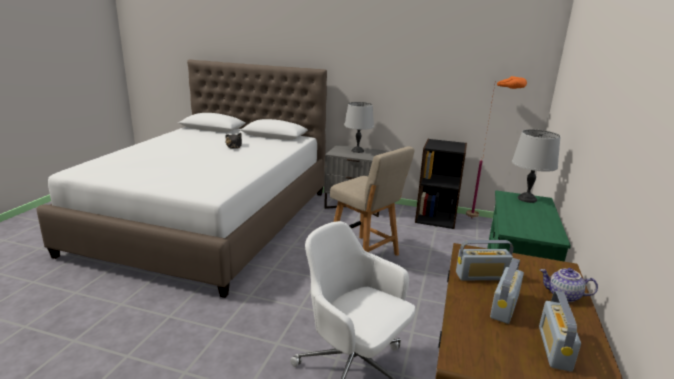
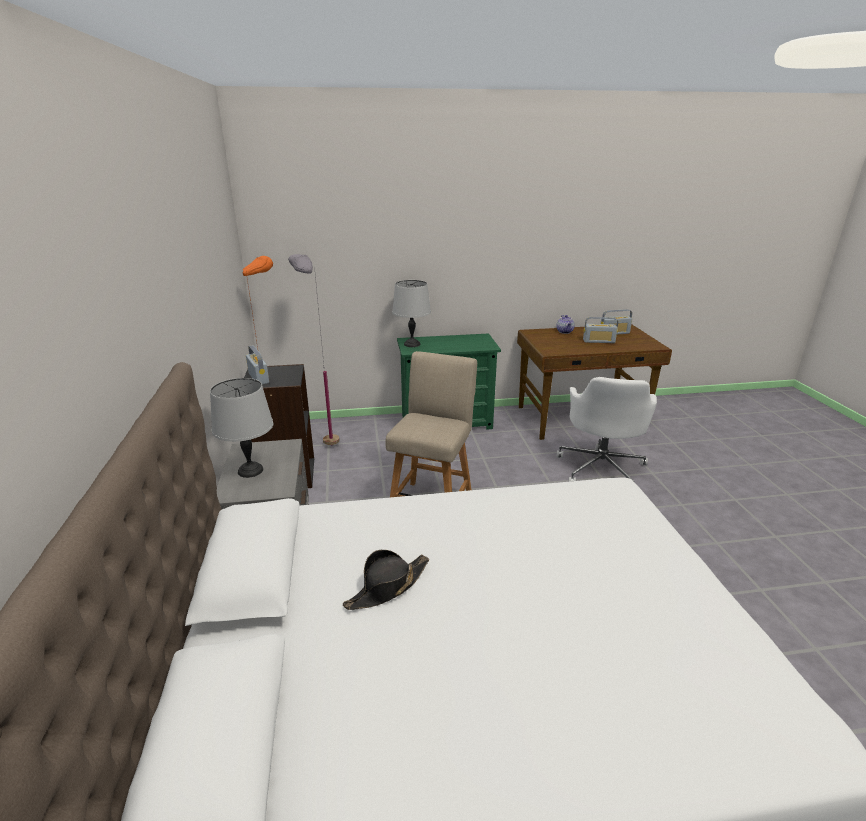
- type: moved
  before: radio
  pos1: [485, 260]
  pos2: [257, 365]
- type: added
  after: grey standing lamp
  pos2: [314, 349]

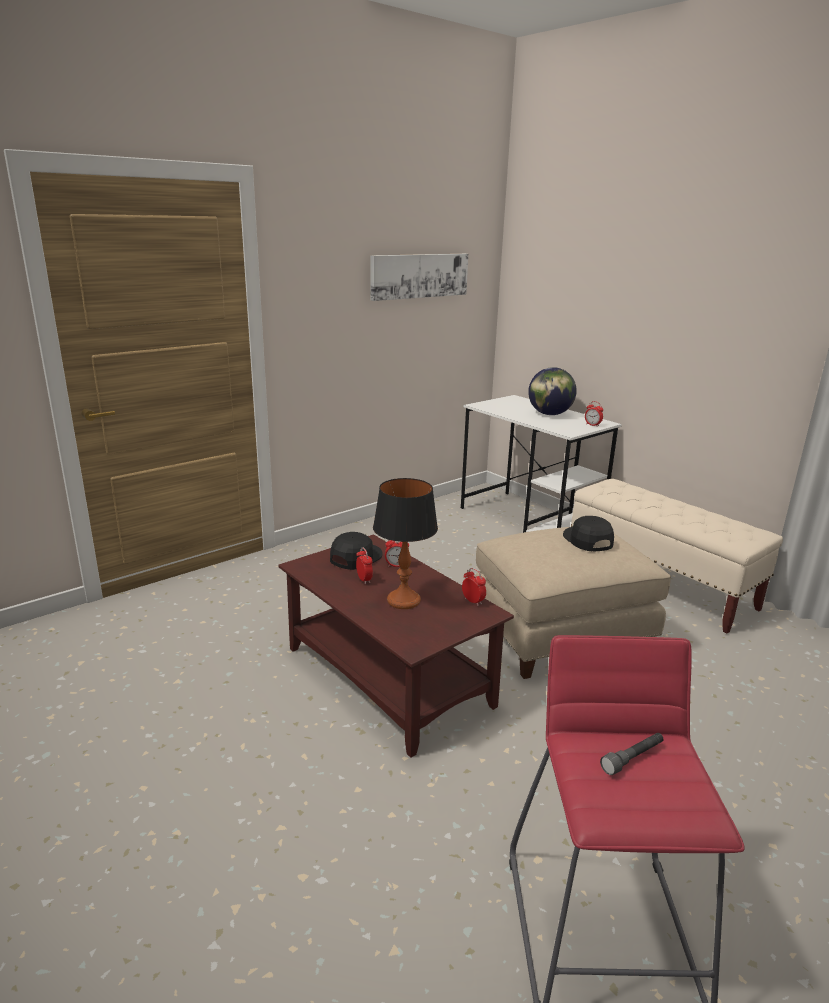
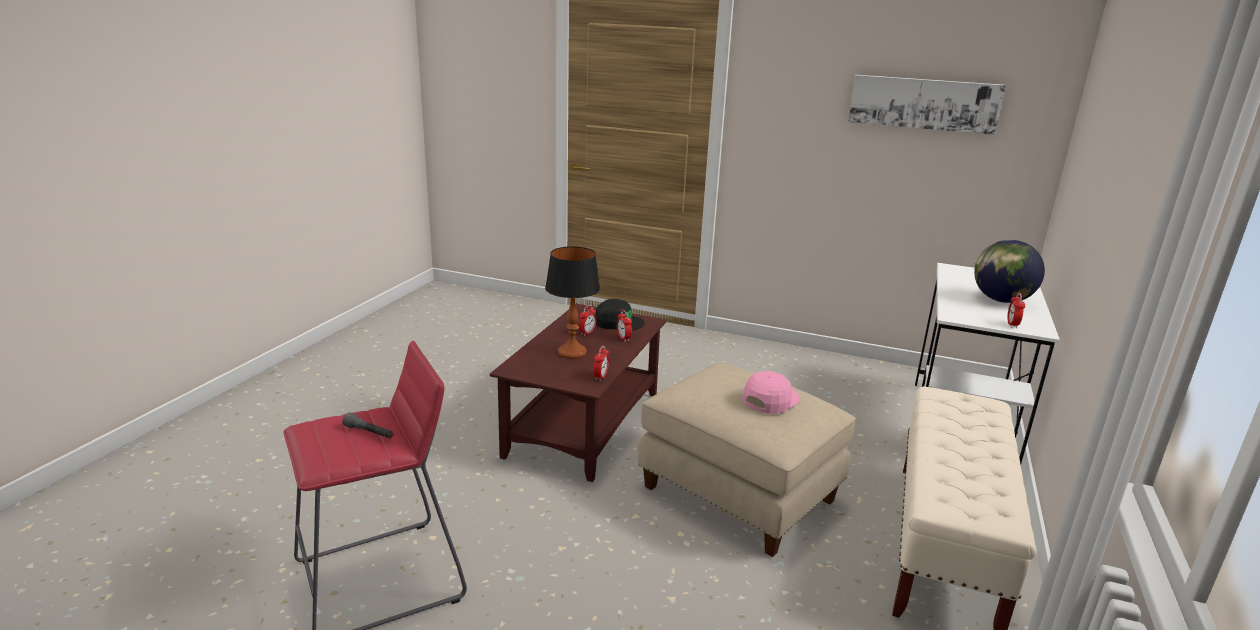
- type: recoloured
  before: black peaked cap
  after: pinkish peaked cap
  pos1: [588, 533]
  pos2: [770, 392]

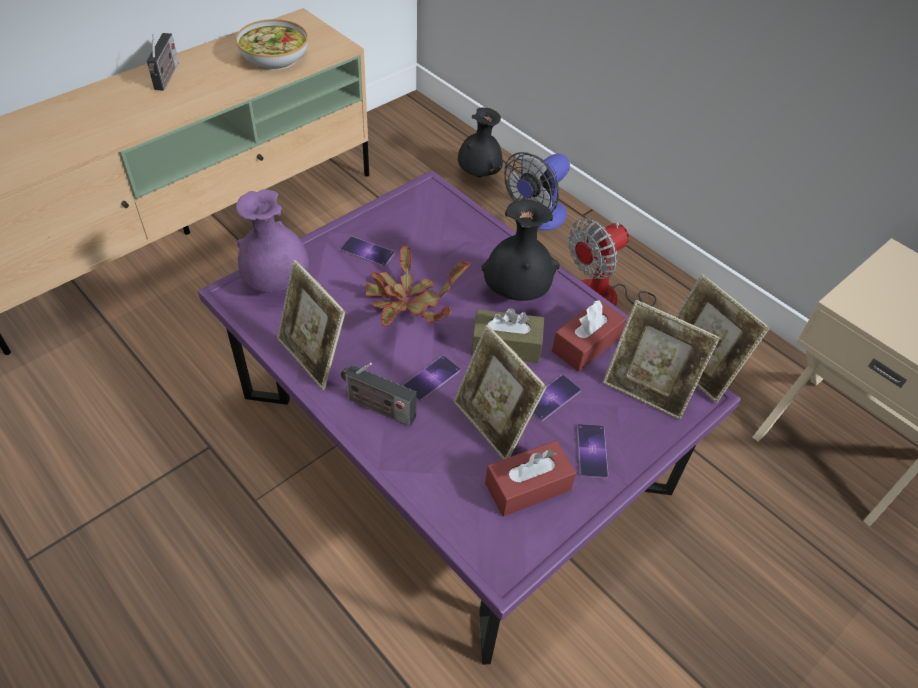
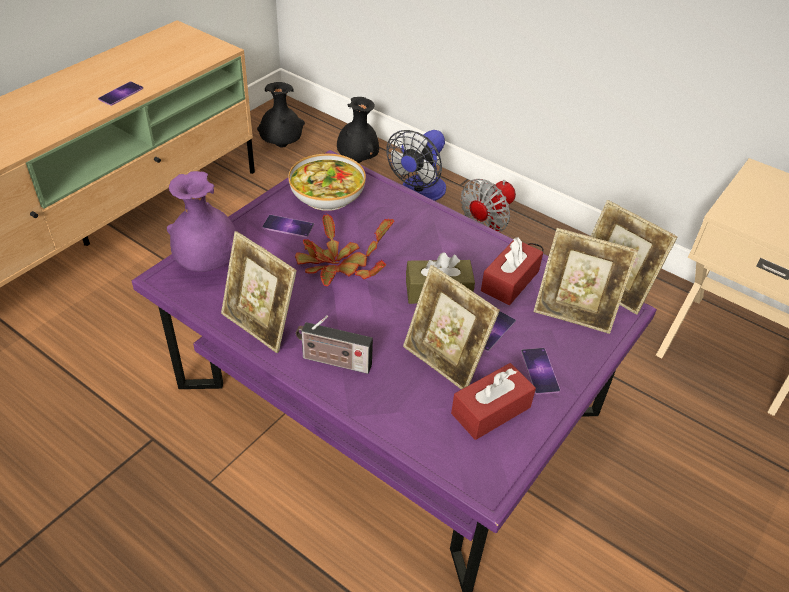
- type: removed
  before: radio
  pos1: [163, 62]
- type: moved
  before: deep dish
  pos1: [272, 44]
  pos2: [327, 182]
- type: moved
  before: handset
  pos1: [431, 378]
  pos2: [120, 93]
- type: moved
  before: black decorative vase
  pos1: [521, 250]
  pos2: [281, 115]

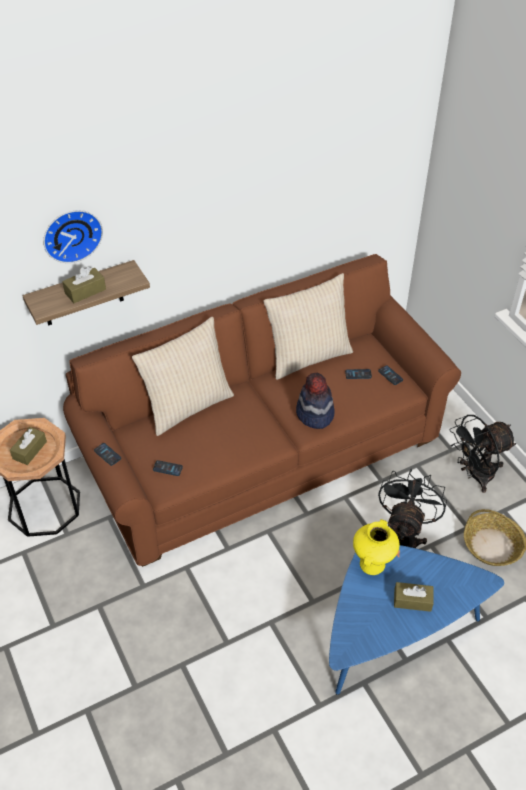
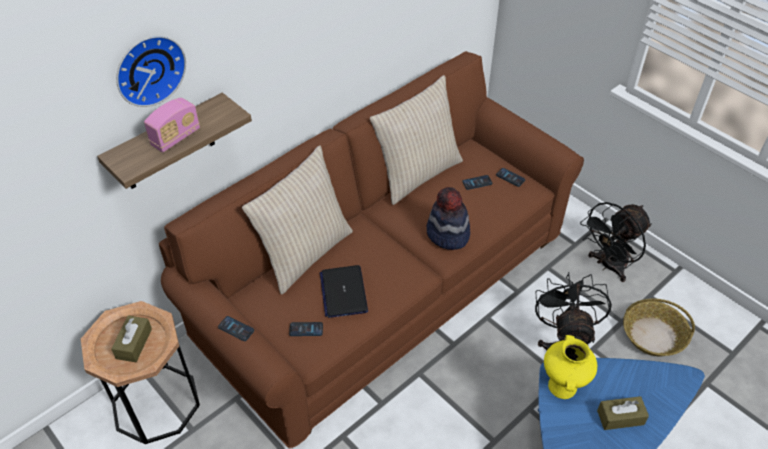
- type: replaced
  before: brown-coloured tissue box
  after: radio
  pos1: [84, 285]
  pos2: [172, 125]
- type: added
  after: portable computer
  pos2: [344, 291]

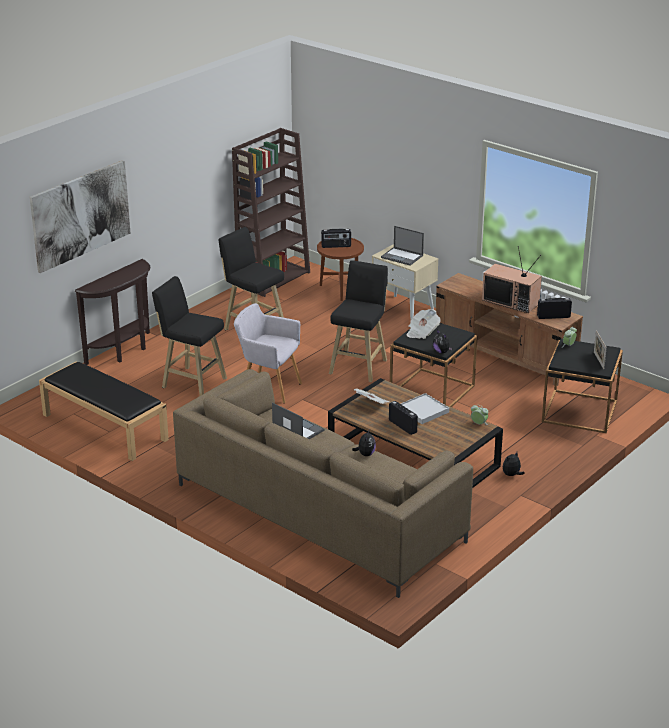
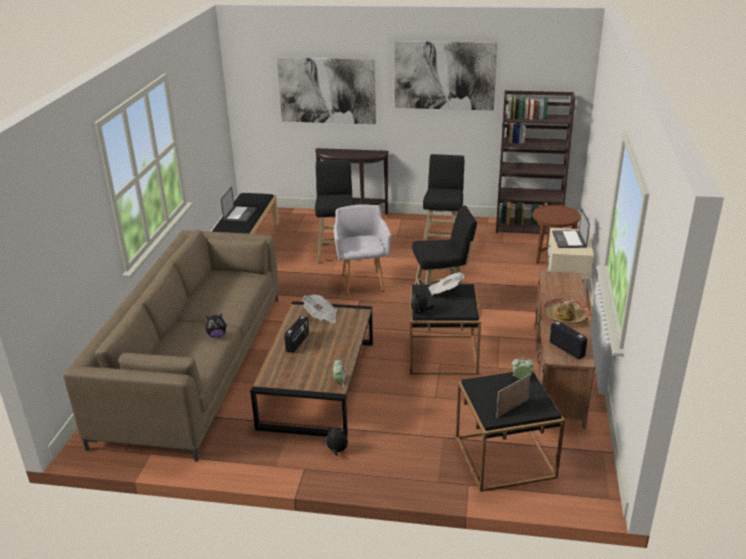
- type: moved
  before: portable computer
  pos1: [298, 420]
  pos2: [239, 204]
- type: removed
  before: radio
  pos1: [336, 238]
- type: removed
  before: whitish tray
  pos1: [425, 408]
- type: replaced
  before: television
  after: clothing hat
  pos1: [512, 279]
  pos2: [566, 311]
- type: added
  after: wall art
  pos2: [446, 76]

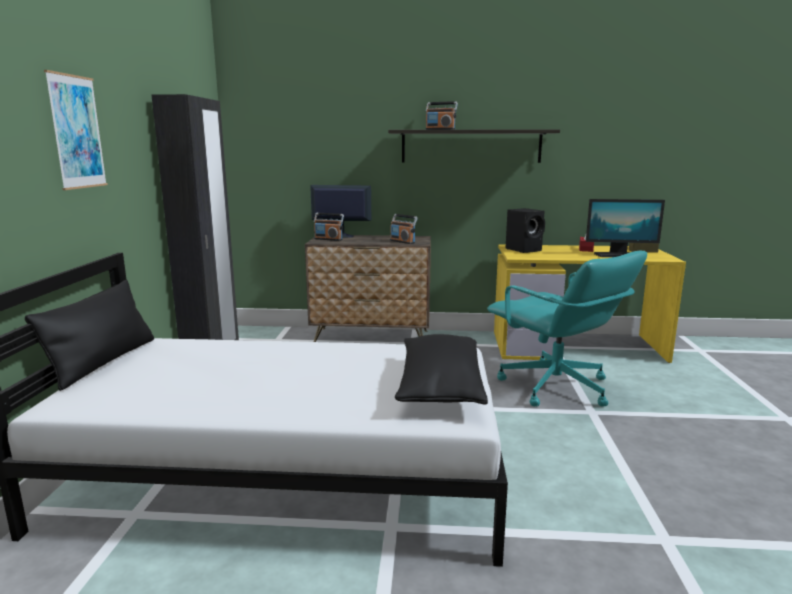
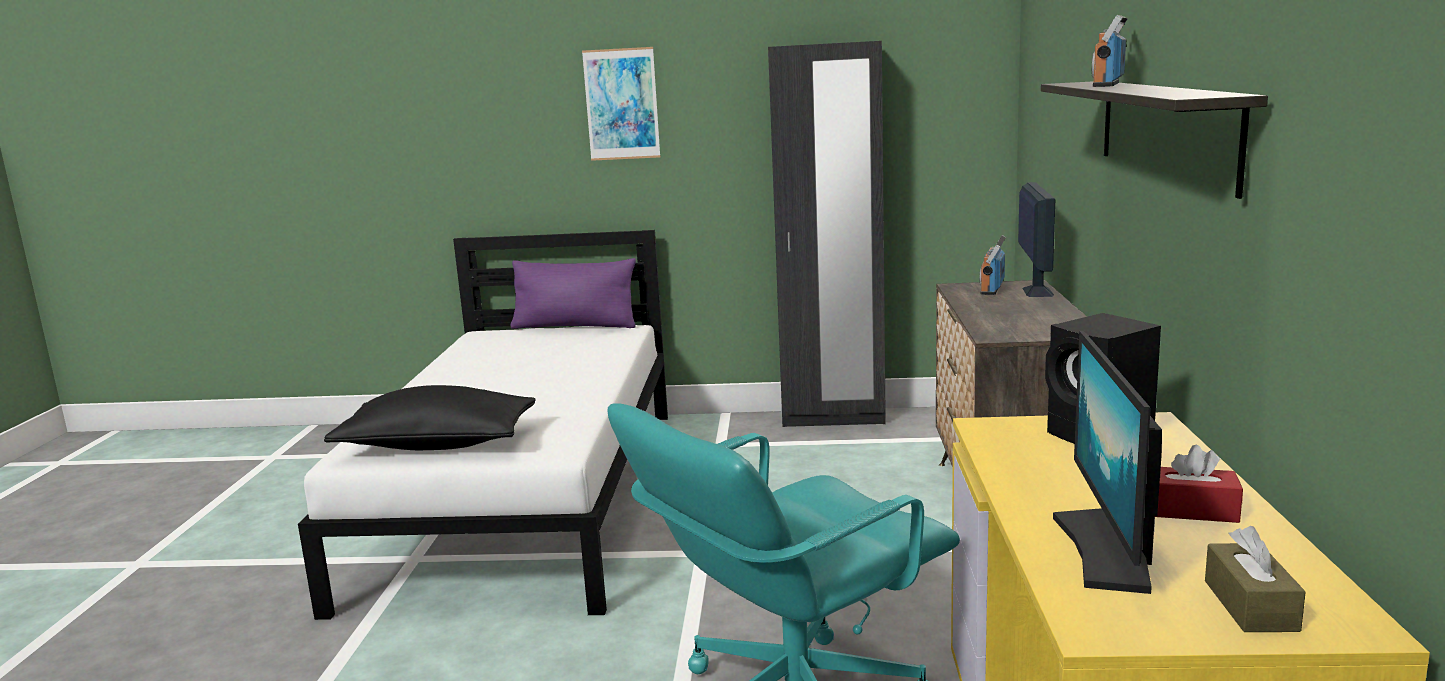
- type: recoloured
  before: black pillow
  after: purple pillow
  pos1: [89, 335]
  pos2: [573, 293]
- type: removed
  before: radio
  pos1: [404, 229]

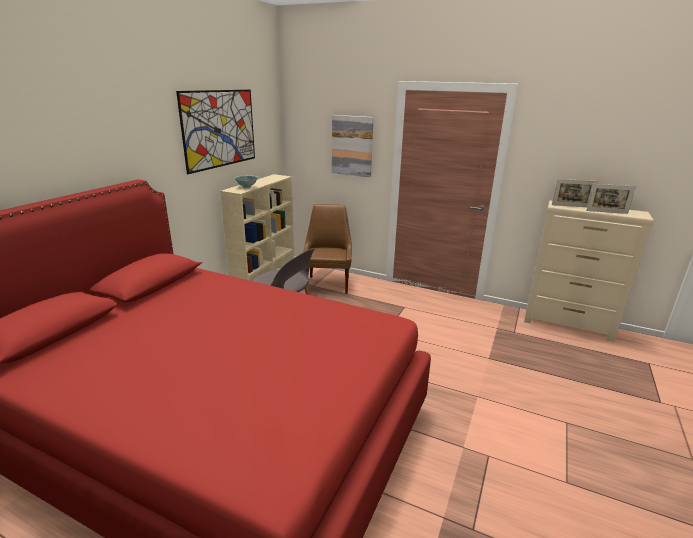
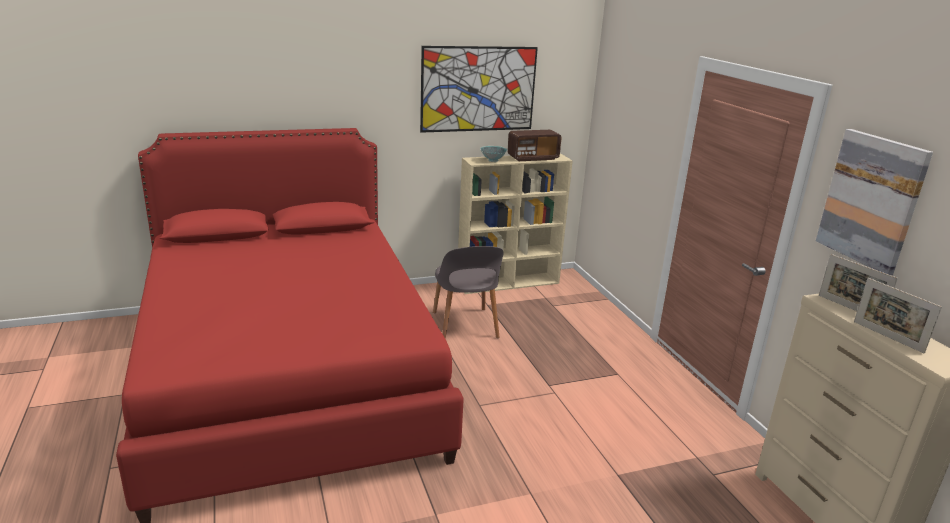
- type: removed
  before: brown-coloured plain chair
  pos1: [327, 249]
- type: moved
  before: wall art
  pos1: [353, 146]
  pos2: [874, 202]
- type: added
  after: radio
  pos2: [534, 145]

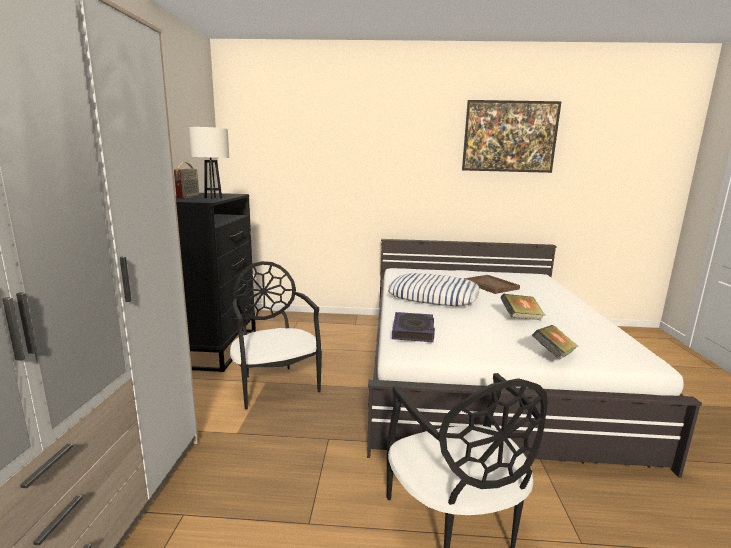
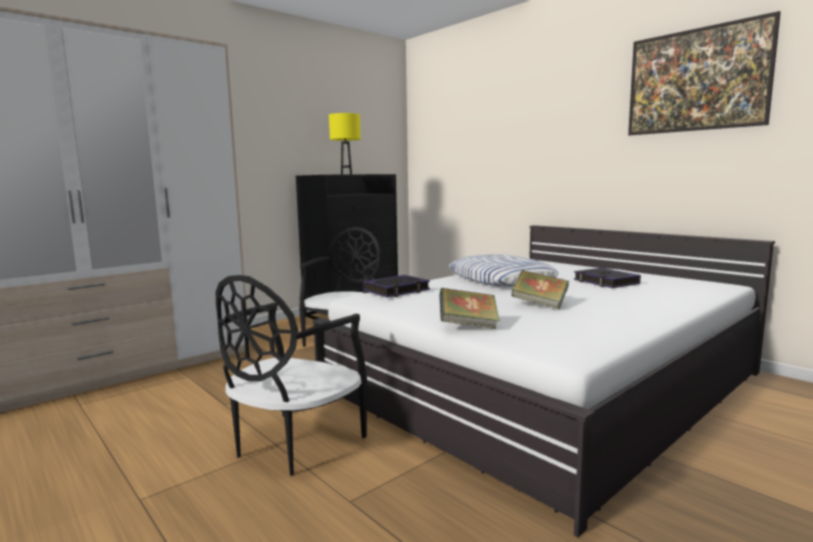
- type: removed
  before: radio
  pos1: [186, 180]
- type: recoloured
  before: whitish tabletop lamp
  after: yellow-coloured tabletop lamp
  pos1: [209, 163]
  pos2: [345, 144]
- type: replaced
  before: brown-coloured tray
  after: book
  pos1: [492, 284]
  pos2: [607, 278]

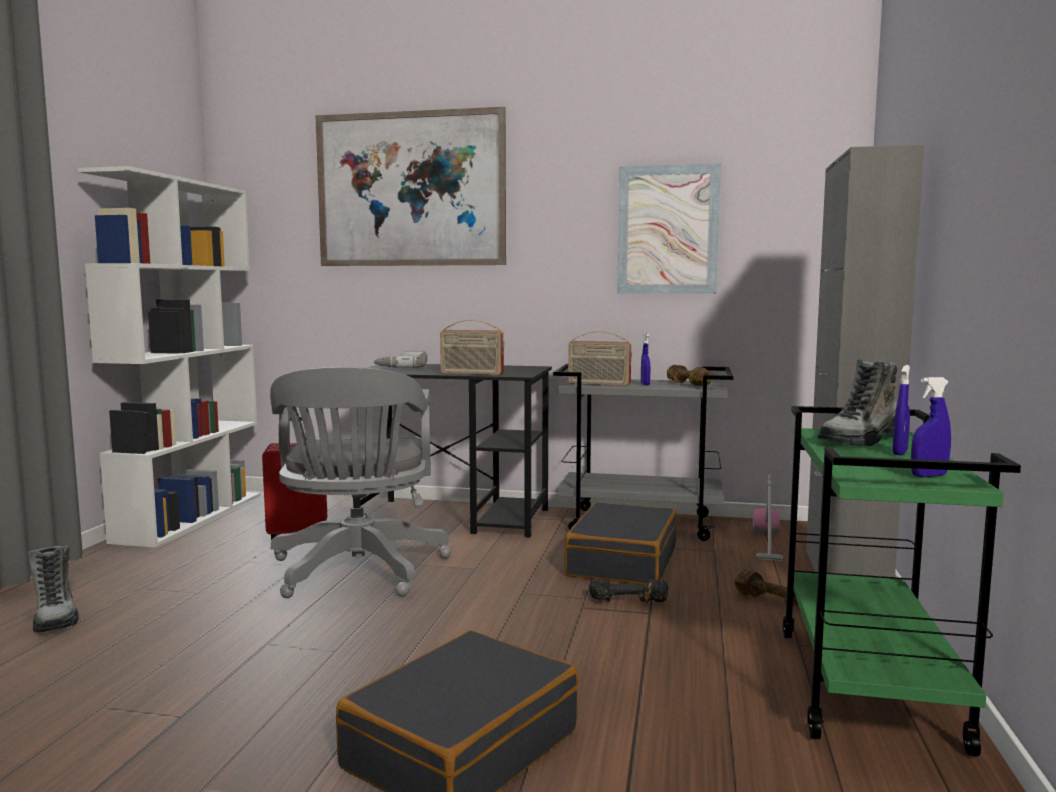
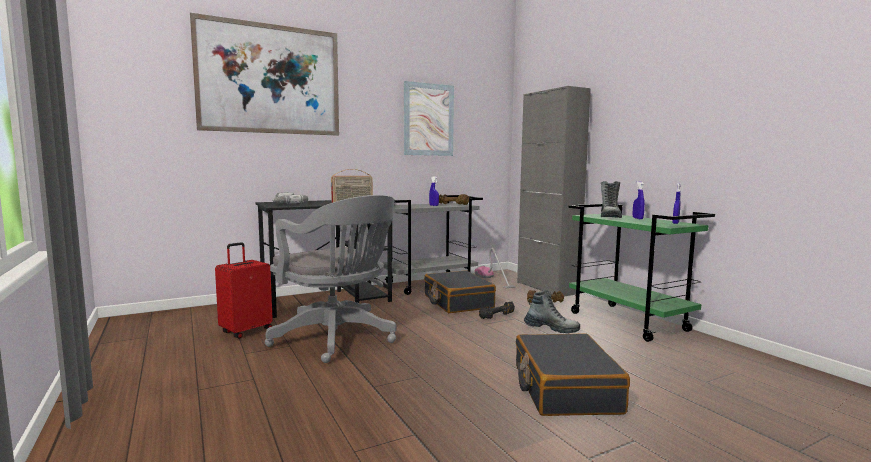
- type: moved
  before: boot
  pos1: [53, 589]
  pos2: [552, 312]
- type: removed
  before: whitish shelving unit
  pos1: [169, 357]
- type: removed
  before: radio
  pos1: [600, 358]

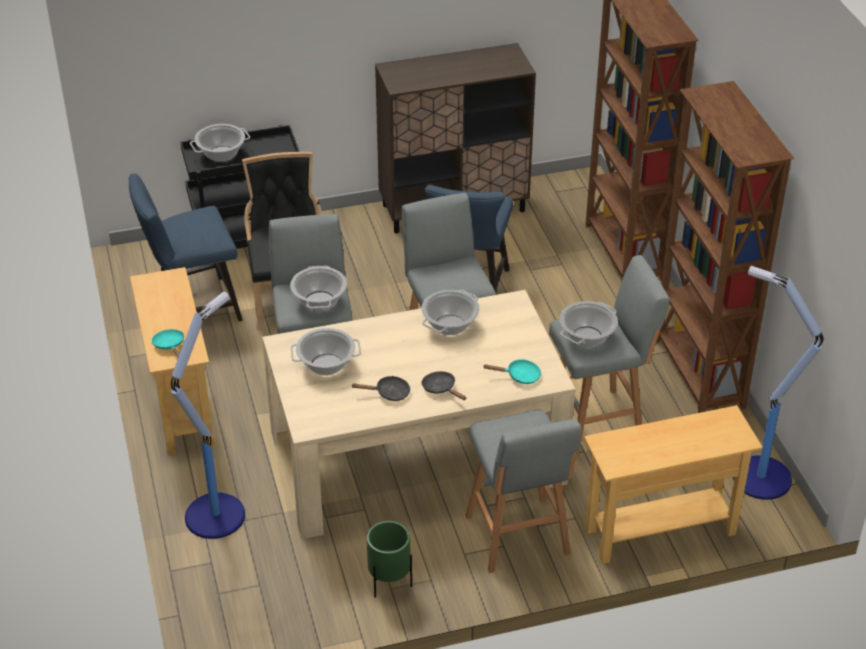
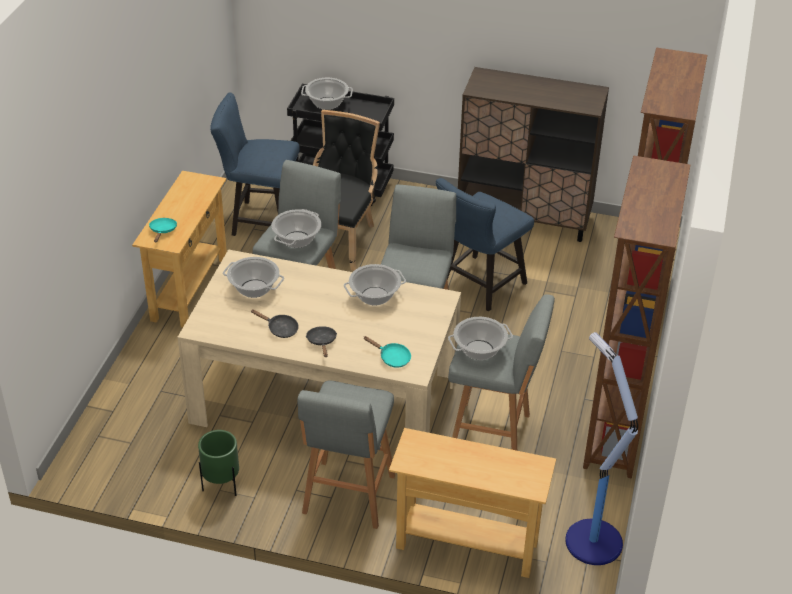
- type: removed
  before: standing lamp
  pos1: [208, 415]

